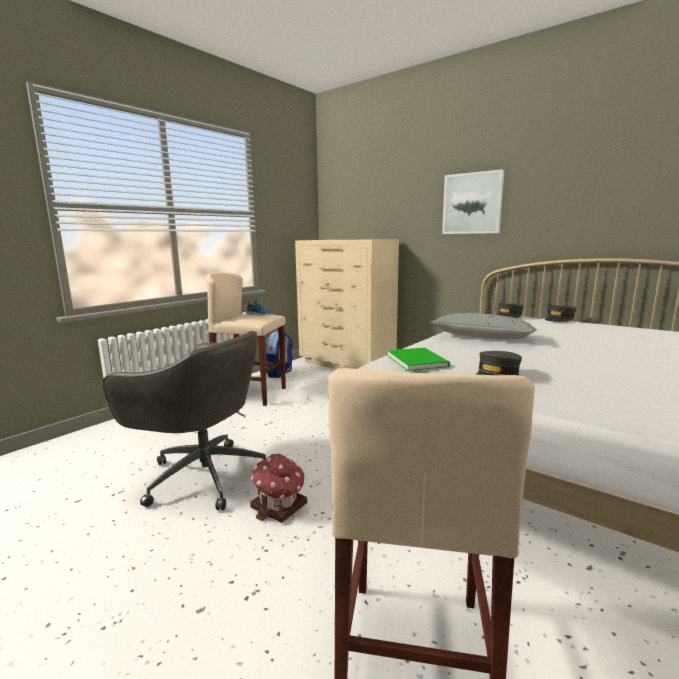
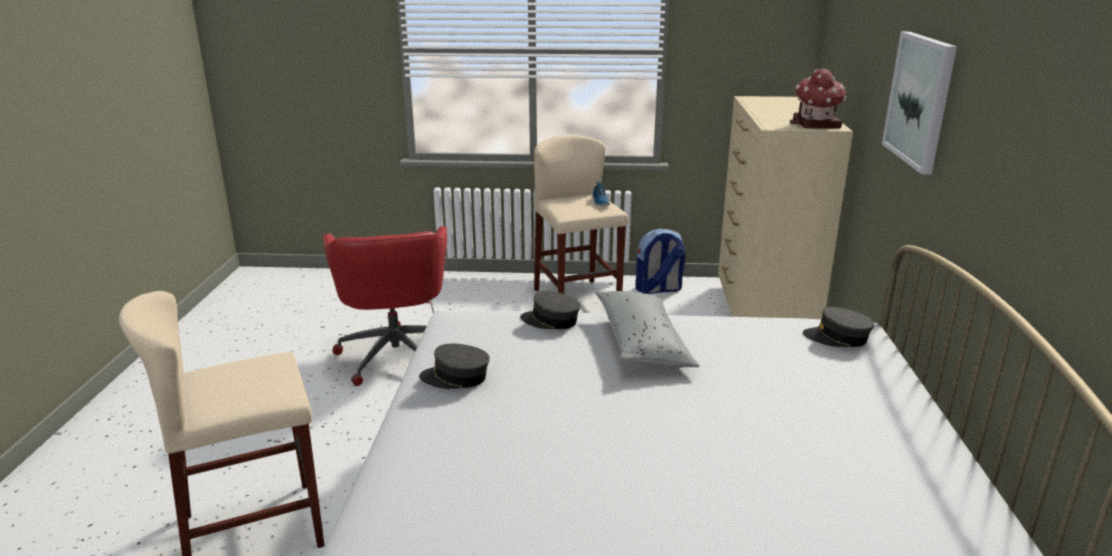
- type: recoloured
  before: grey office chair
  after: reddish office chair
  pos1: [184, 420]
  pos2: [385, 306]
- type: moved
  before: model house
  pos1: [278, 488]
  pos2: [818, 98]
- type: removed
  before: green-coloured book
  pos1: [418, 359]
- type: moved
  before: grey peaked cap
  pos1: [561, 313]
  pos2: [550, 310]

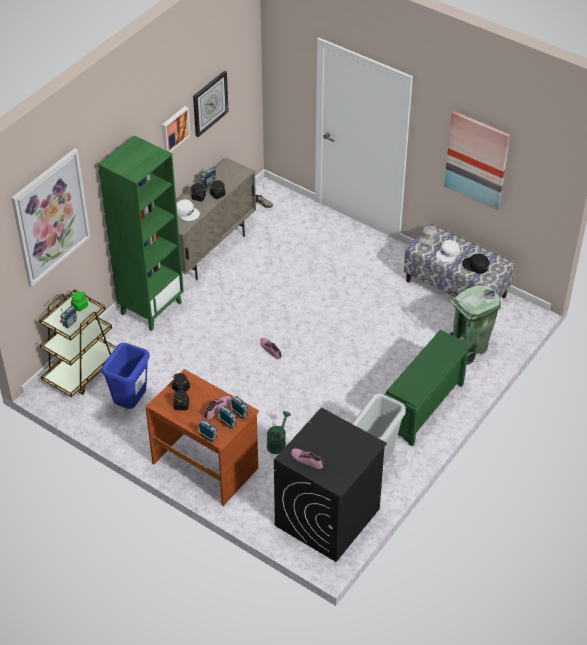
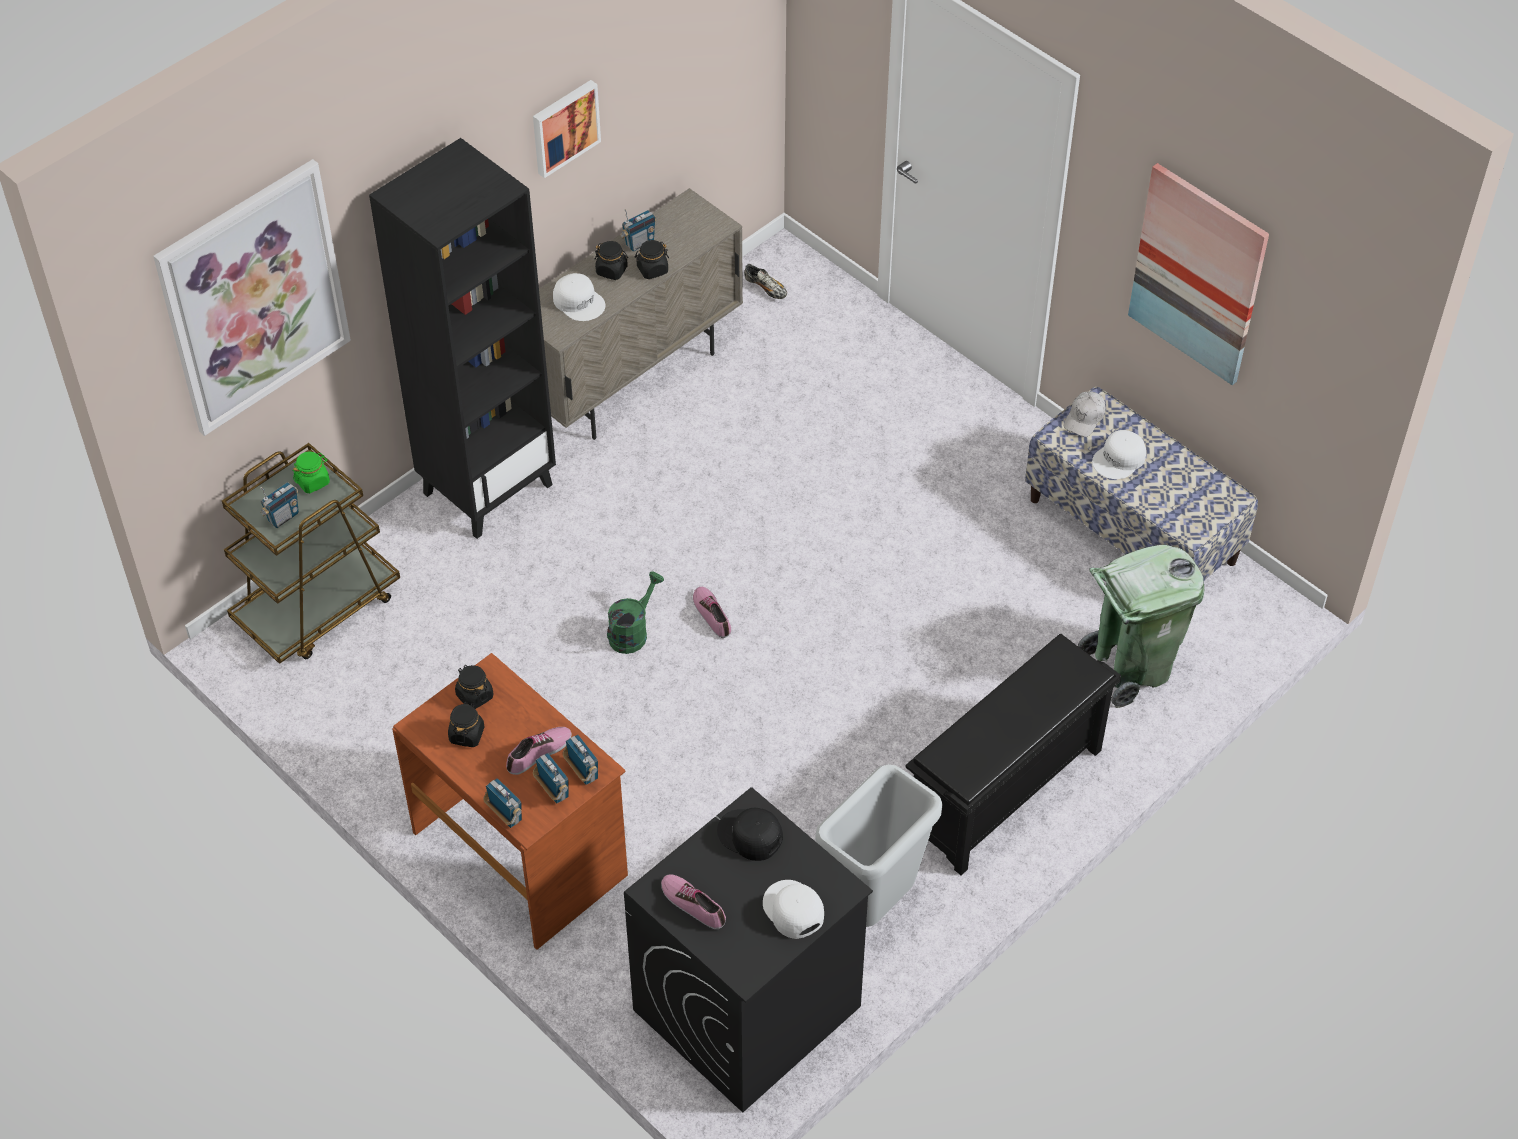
- type: recoloured
  before: green-coloured shelving unit
  after: black shelving unit
  pos1: [141, 233]
  pos2: [462, 338]
- type: removed
  before: blue waste bin
  pos1: [125, 376]
- type: removed
  before: clock on the wall
  pos1: [211, 104]
- type: moved
  before: green-coloured sprinkling can
  pos1: [279, 432]
  pos2: [635, 613]
- type: recoloured
  before: green-coloured shoe shelf
  after: black shoe shelf
  pos1: [428, 388]
  pos2: [1013, 754]
- type: moved
  before: black peaked cap
  pos1: [475, 263]
  pos2: [750, 834]
- type: added
  after: whitish peaked cap
  pos2: [793, 909]

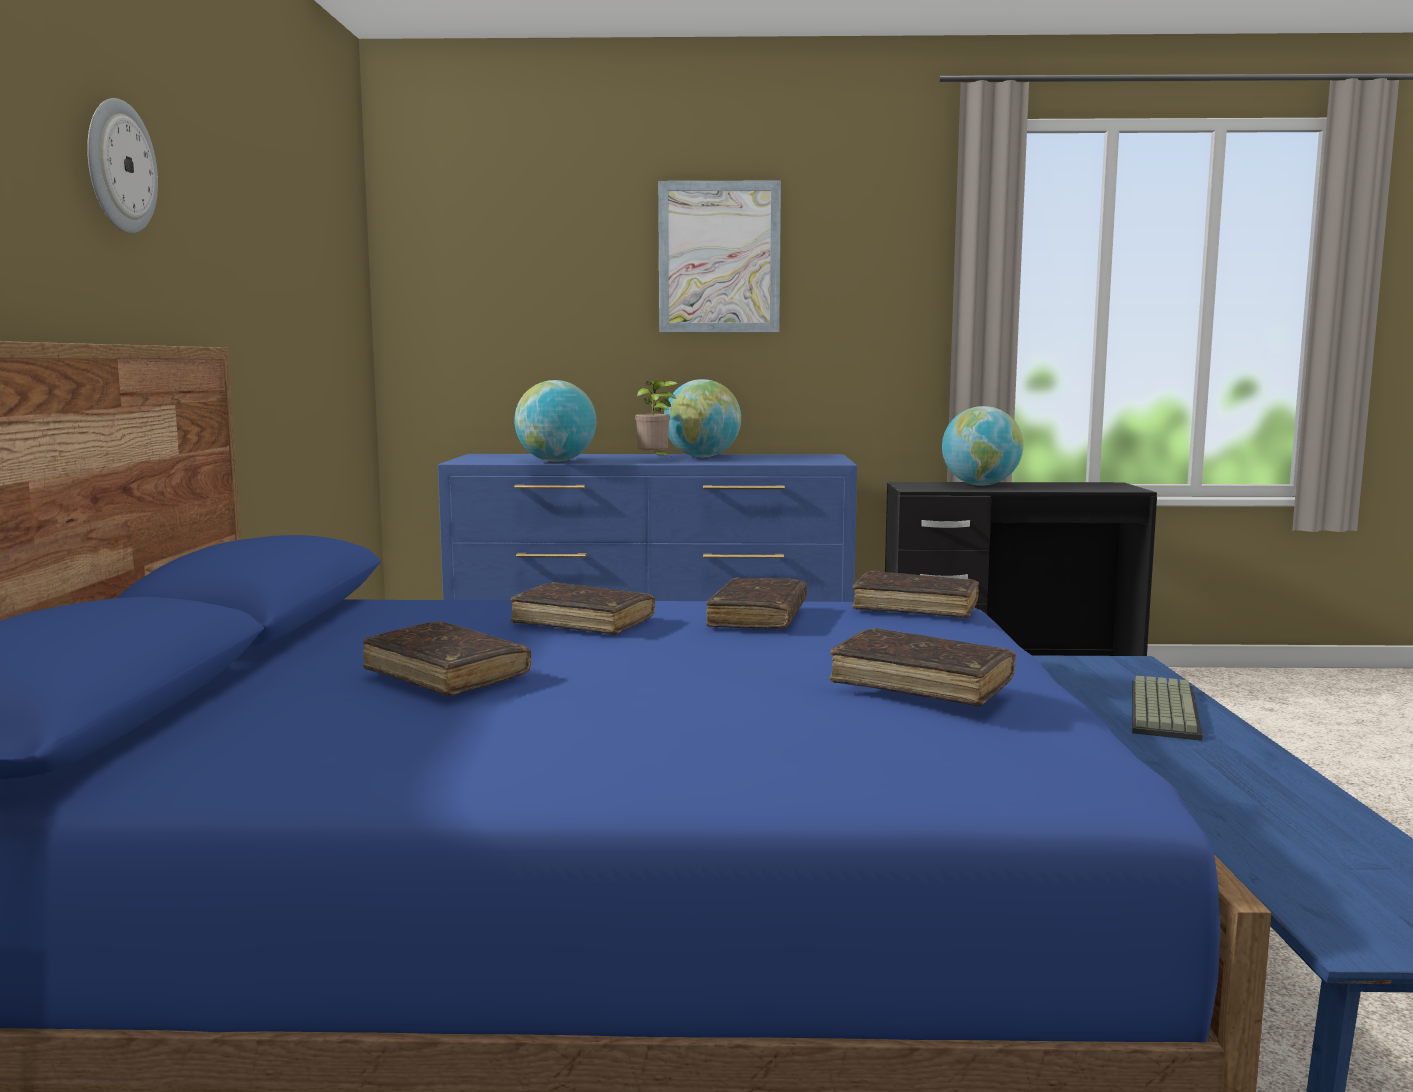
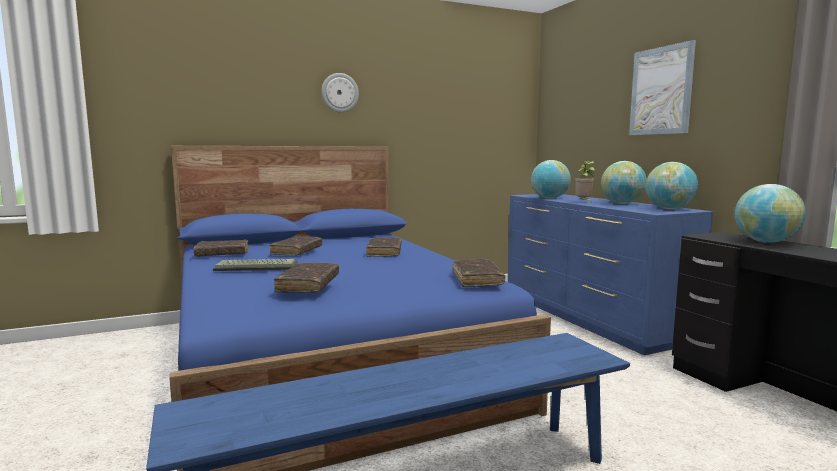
- type: moved
  before: brown-coloured book
  pos1: [756, 603]
  pos2: [221, 248]
- type: moved
  before: keyboard
  pos1: [1167, 708]
  pos2: [255, 265]
- type: added
  after: world globe
  pos2: [671, 185]

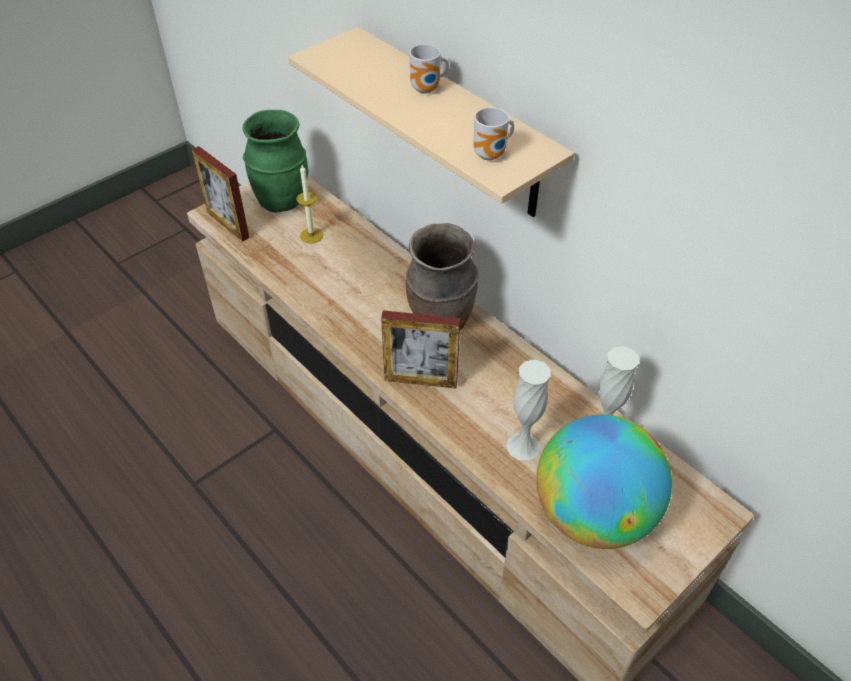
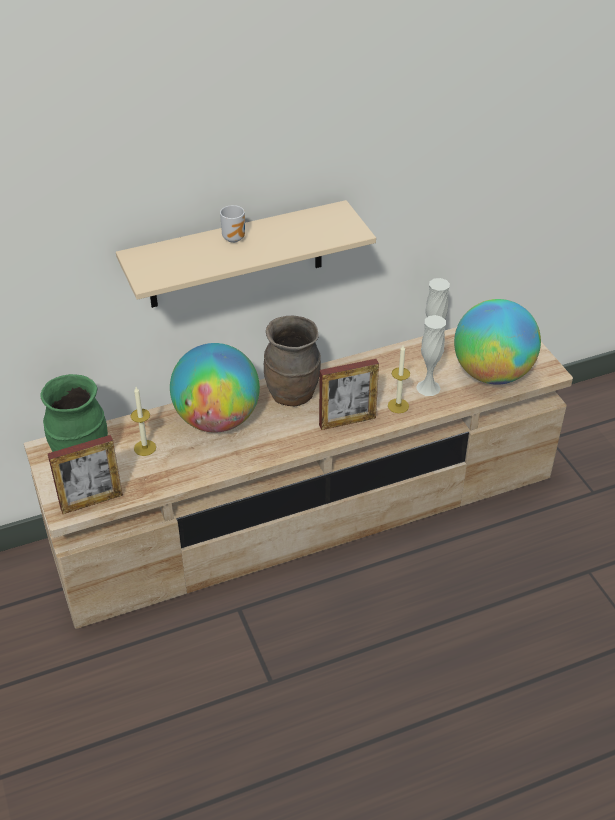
- type: turned
  before: standing frame
  pos1: [420, 349]
  pos2: [349, 394]
  turn: 45
- type: removed
  before: coffee mug
  pos1: [493, 133]
- type: added
  after: world globe
  pos2: [215, 388]
- type: added
  after: wax light
  pos2: [399, 379]

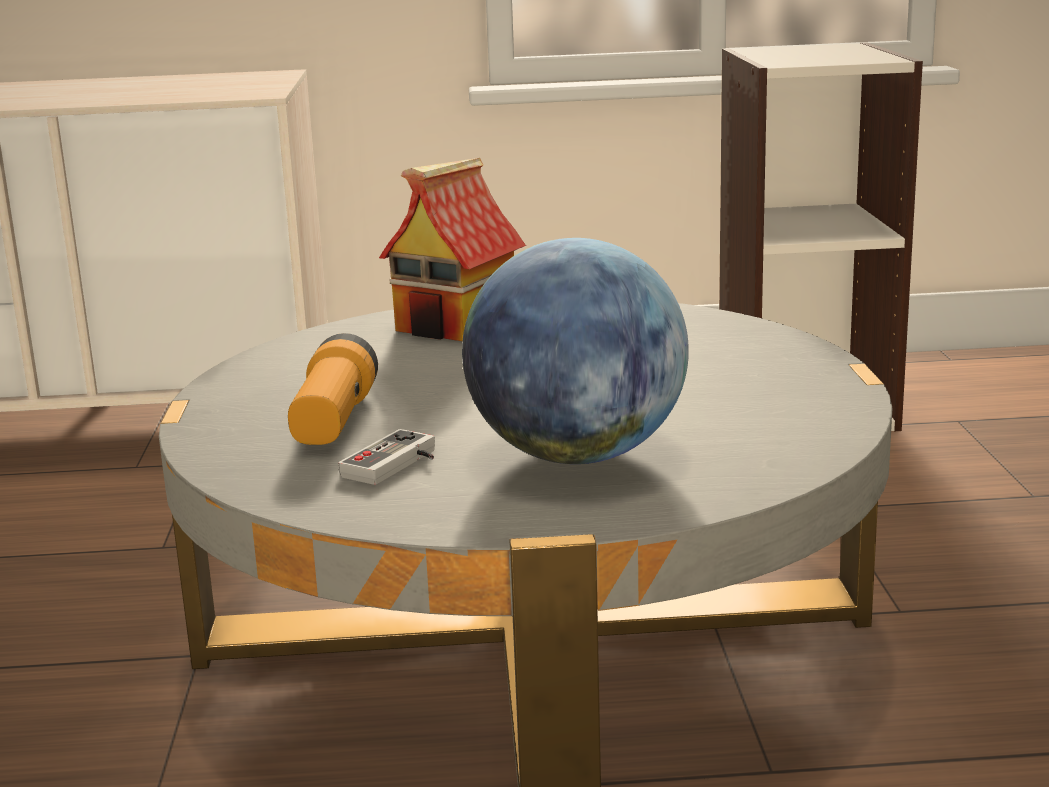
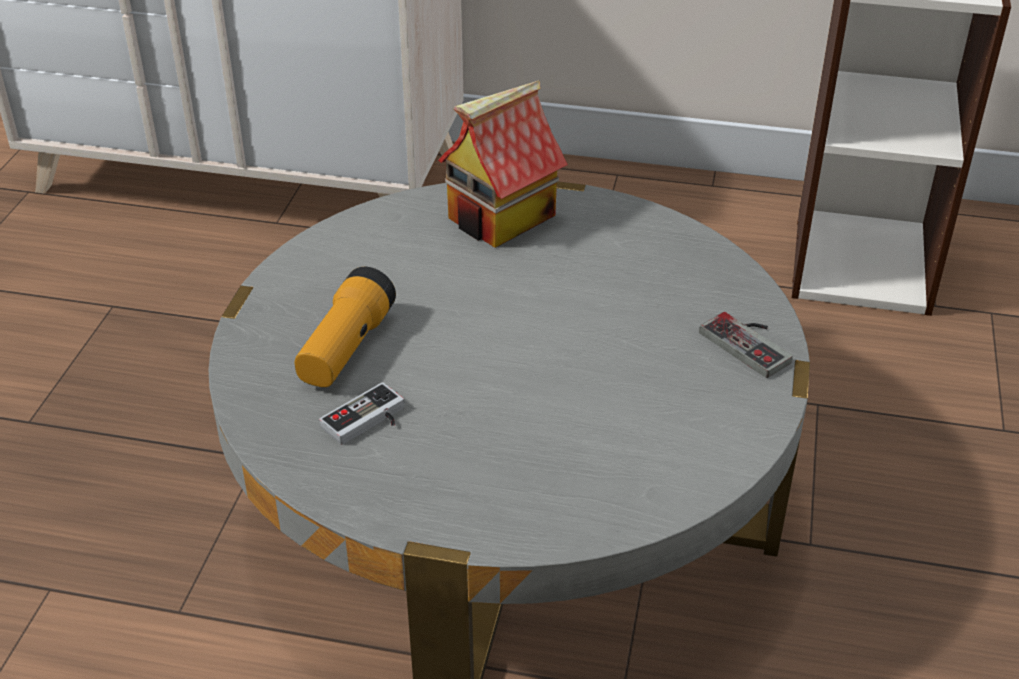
- type: removed
  before: world globe
  pos1: [575, 351]
- type: added
  after: joypad
  pos2: [746, 345]

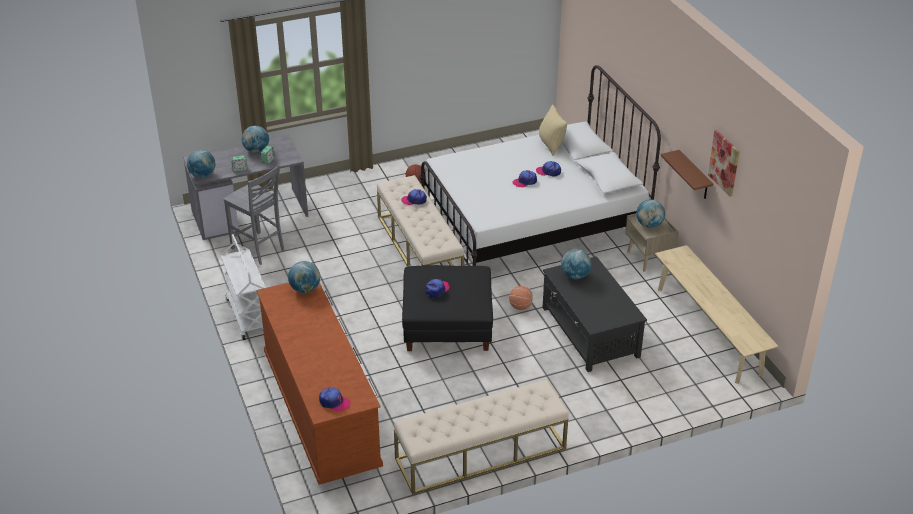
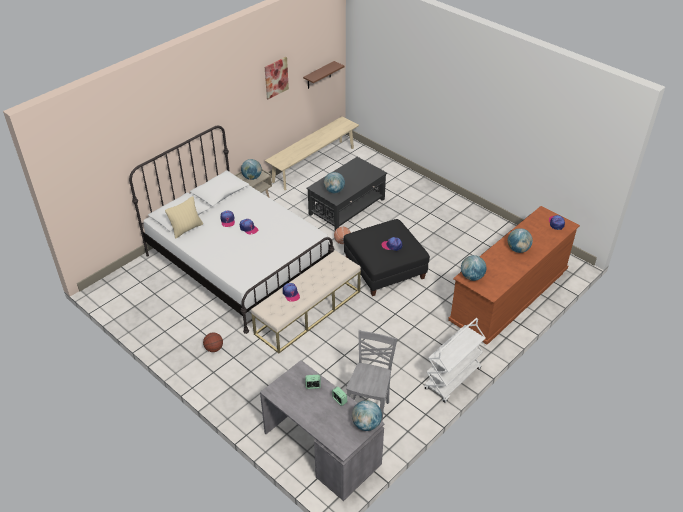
- type: moved
  before: world globe
  pos1: [255, 139]
  pos2: [520, 240]
- type: removed
  before: beige indoor bench
  pos1: [481, 437]
- type: moved
  before: brown-coloured shelf
  pos1: [687, 174]
  pos2: [323, 75]

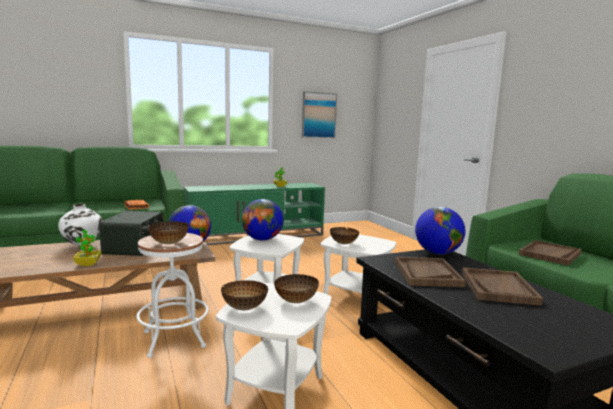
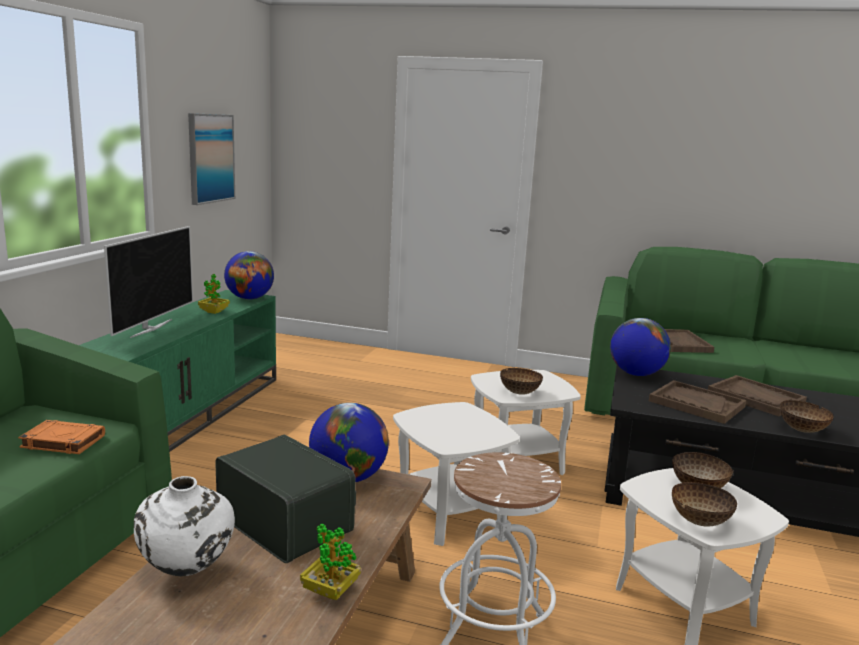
- type: moved
  before: deep dish
  pos1: [168, 232]
  pos2: [807, 416]
- type: moved
  before: world globe
  pos1: [262, 219]
  pos2: [249, 275]
- type: added
  after: television
  pos2: [148, 282]

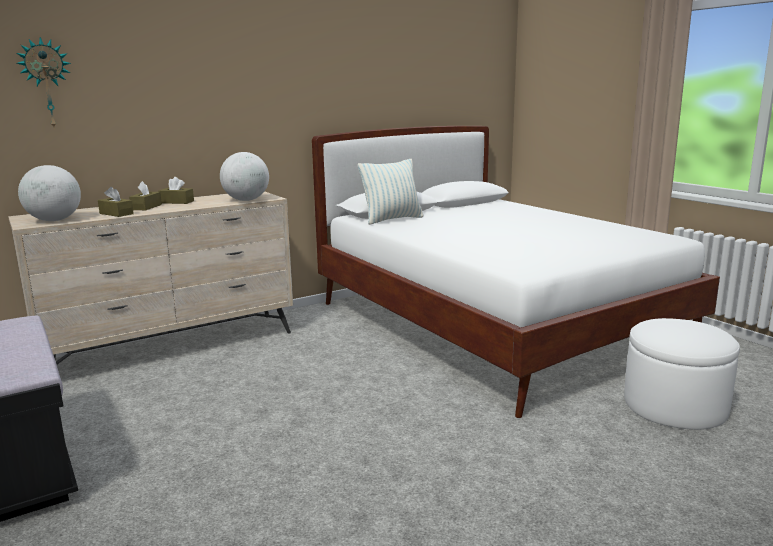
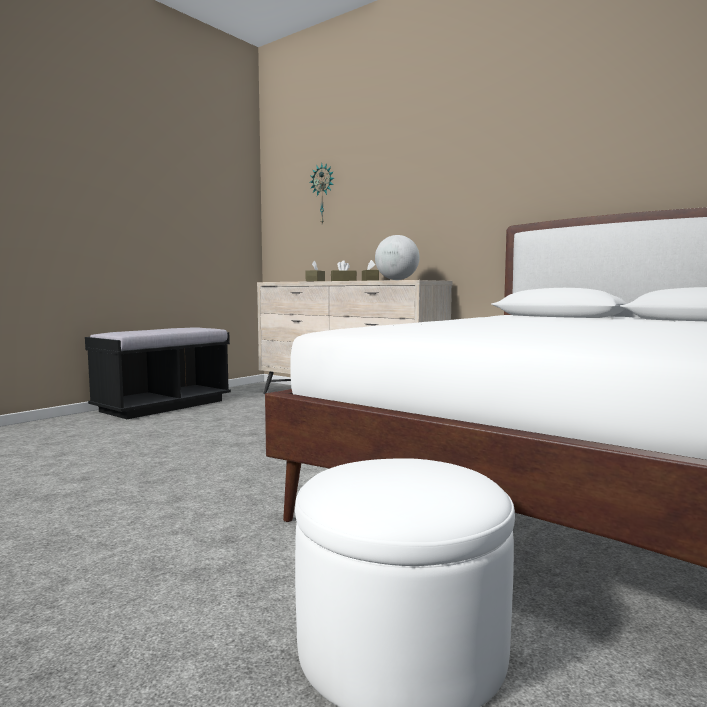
- type: removed
  before: world globe
  pos1: [49, 193]
- type: removed
  before: pillow
  pos1: [390, 192]

